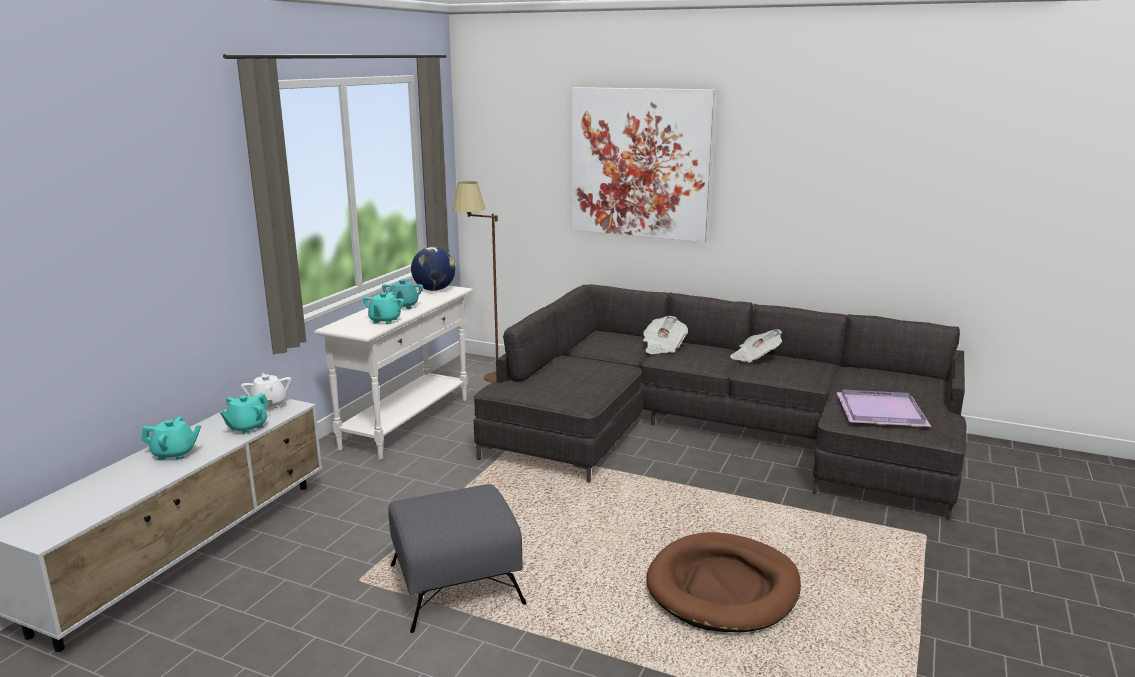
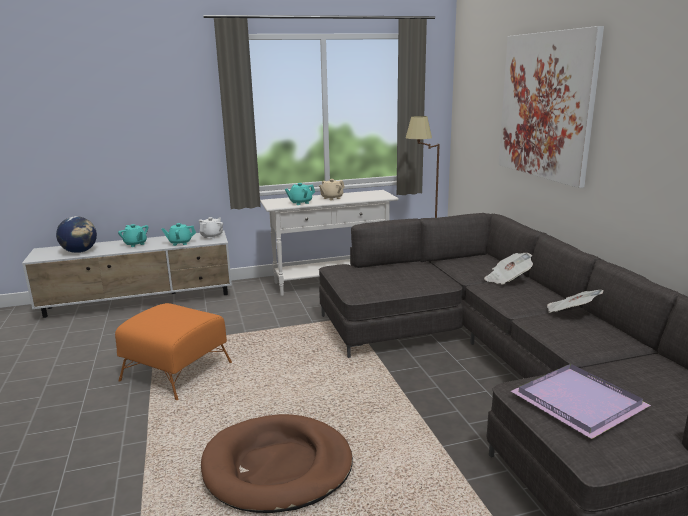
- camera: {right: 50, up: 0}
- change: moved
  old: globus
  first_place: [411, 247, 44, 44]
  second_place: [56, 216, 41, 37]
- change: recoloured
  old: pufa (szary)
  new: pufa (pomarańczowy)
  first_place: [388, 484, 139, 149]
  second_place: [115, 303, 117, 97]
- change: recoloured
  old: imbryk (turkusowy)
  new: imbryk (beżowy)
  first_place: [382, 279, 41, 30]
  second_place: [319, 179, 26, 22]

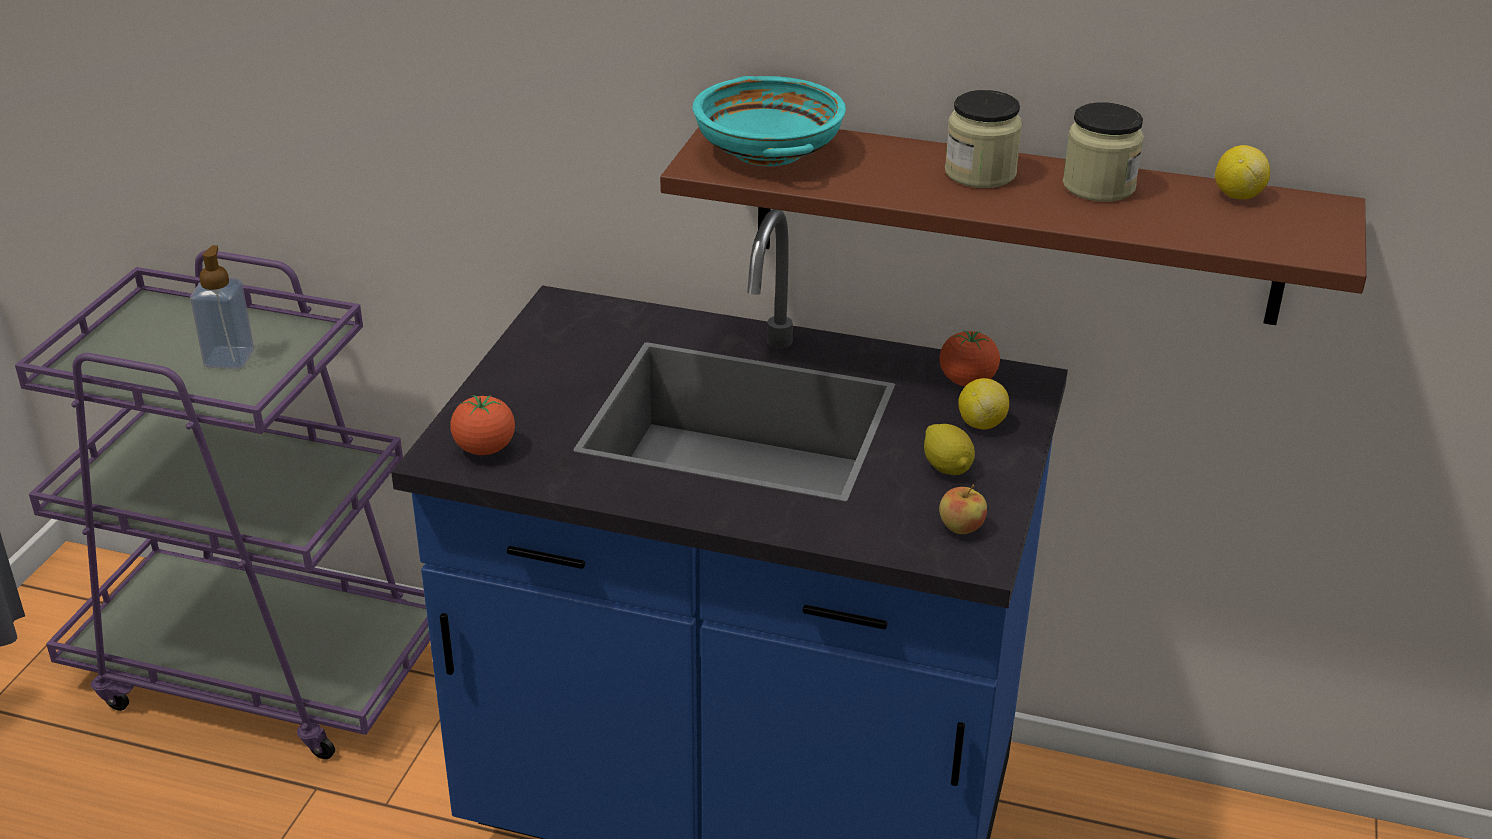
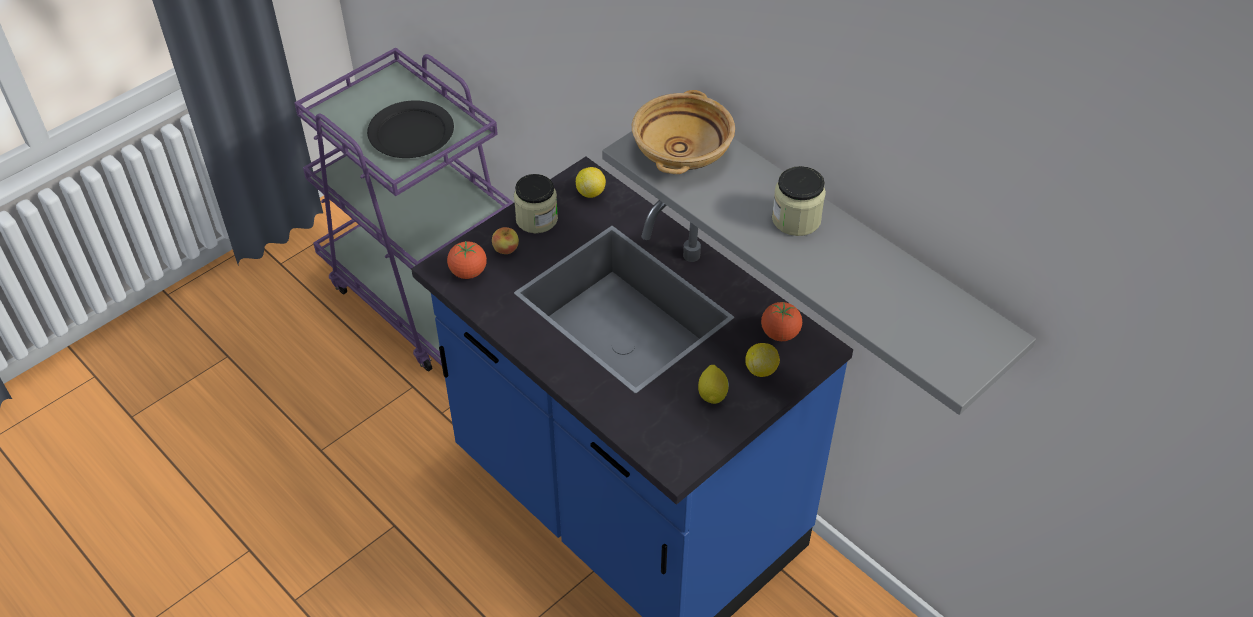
- camera: {right: 30, up: 15}
- change: replaced
  old: dozownik mydła
  new: talerz (czarny)
  first_place: [190, 245, 64, 124]
  second_place: [367, 100, 87, 58]
- change: moved
  old: jabłko
  first_place: [939, 484, 48, 50]
  second_place: [492, 227, 27, 27]
- change: moved
  old: słoik
  first_place: [1063, 102, 81, 100]
  second_place: [514, 174, 44, 59]
- change: moved
  old: cytryna
  first_place: [1215, 145, 55, 54]
  second_place: [576, 167, 30, 31]
- change: recoloured
  old: półka (brązowy)
  new: półka (szary)
  first_place: [660, 127, 707, 198]
  second_place: [602, 131, 434, 284]
- change: recoloured
  old: miska (turkusowy)
  new: miska (beżowy)
  first_place: [693, 76, 153, 90]
  second_place: [632, 90, 103, 84]

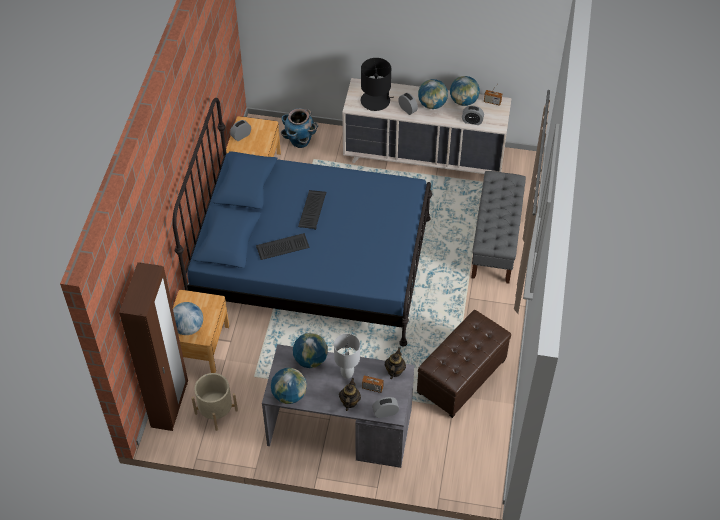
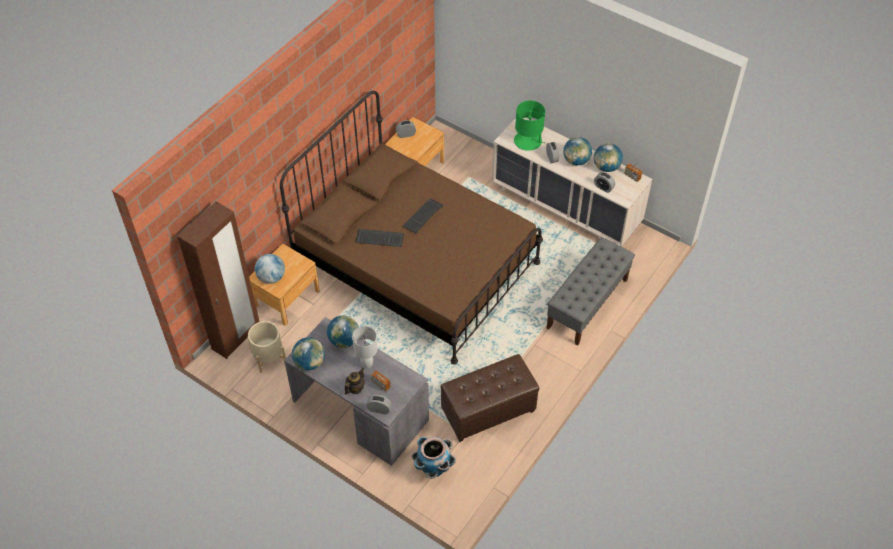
- camera: {right: 25, up: 0}
- change: recoloured
  old: łóżko (niebieski)
  new: łóżko (brązowy)
  first_place: [172, 98, 260, 249]
  second_place: [280, 91, 263, 274]
- change: moved
  old: donica
  first_place: [281, 108, 37, 40]
  second_place: [411, 437, 45, 42]
- change: recoloured
  old: lampa stołowa (czarny)
  new: lampa stołowa (zielony)
  first_place: [361, 58, 33, 53]
  second_place: [514, 101, 31, 50]
- change: removed
  old: imbryk
  first_place: [385, 347, 21, 32]

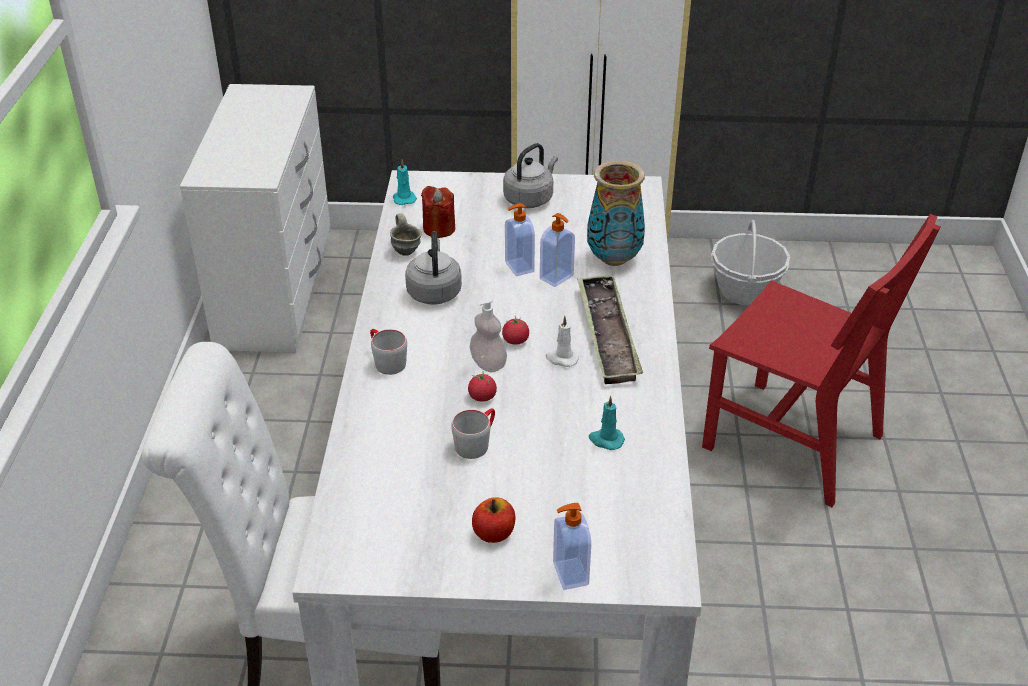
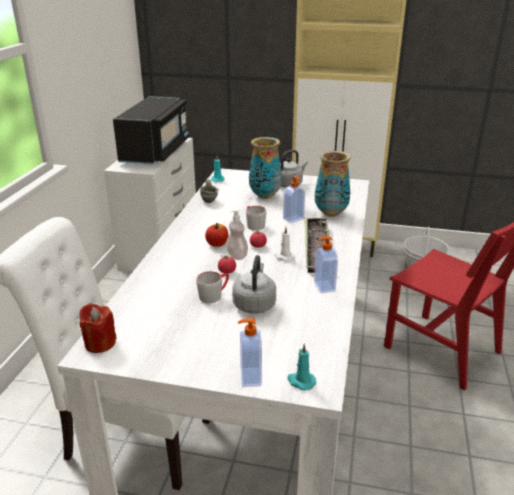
- camera: {right: 10, up: -10}
- change: moved
  old: świeca (czerwony)
  first_place: [421, 186, 34, 52]
  second_place: [80, 303, 37, 50]
- change: added
  new: mikrofalówka (czarny)
  second_place: [113, 96, 76, 69]
- change: moved
  old: jabłko
  first_place: [472, 497, 43, 46]
  second_place: [205, 223, 23, 24]
- change: moved
  old: czajnik (szary)
  first_place: [405, 231, 57, 74]
  second_place: [232, 255, 44, 59]
- change: moved
  old: kubek (szary)
  first_place: [370, 329, 37, 46]
  second_place: [246, 206, 20, 24]
- change: added
  new: wazon
  second_place: [249, 137, 33, 62]
- change: moved
  old: świeca (turkusowy)
  first_place: [589, 396, 36, 54]
  second_place: [287, 344, 29, 46]
- change: moved
  old: dozownik mydła
  first_place: [505, 203, 30, 73]
  second_place: [314, 236, 24, 57]

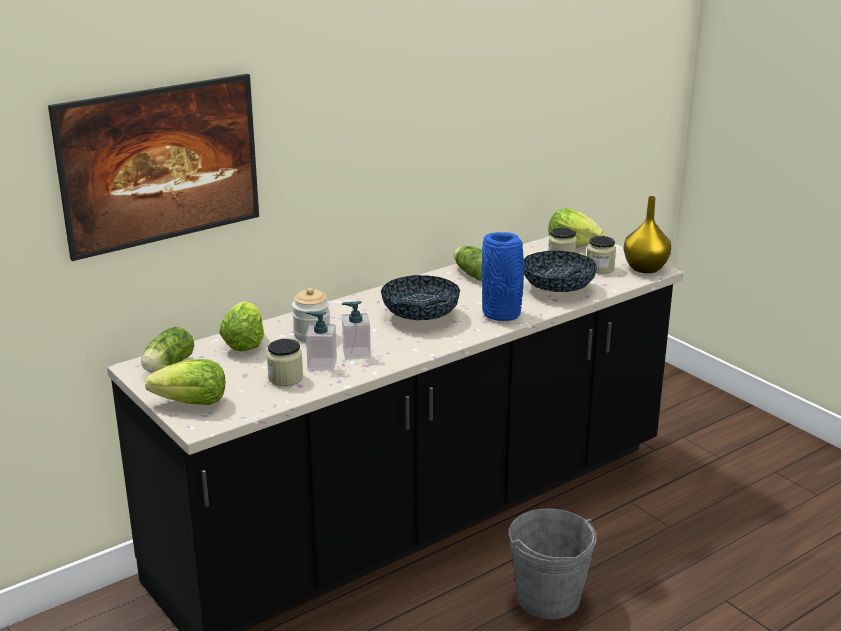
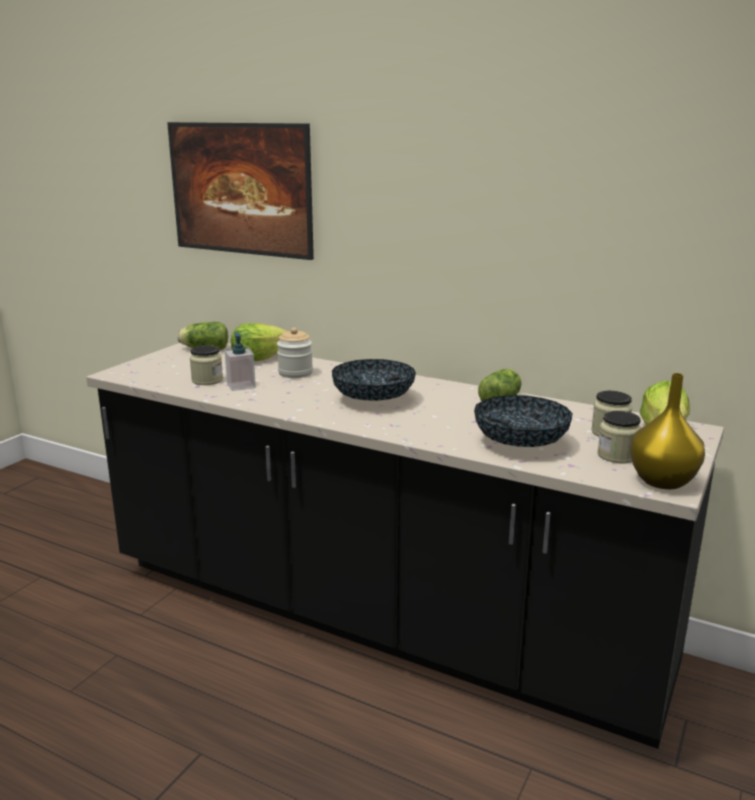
- camera: {right: 65, up: -5}
- change: removed
  old: sałata
  first_place: [145, 359, 80, 46]
- change: removed
  old: dozownik mydła
  first_place: [342, 301, 29, 59]
- change: removed
  old: wazon (niebieski)
  first_place: [482, 232, 42, 89]
- change: removed
  old: wiadro (szary)
  first_place: [509, 509, 88, 110]

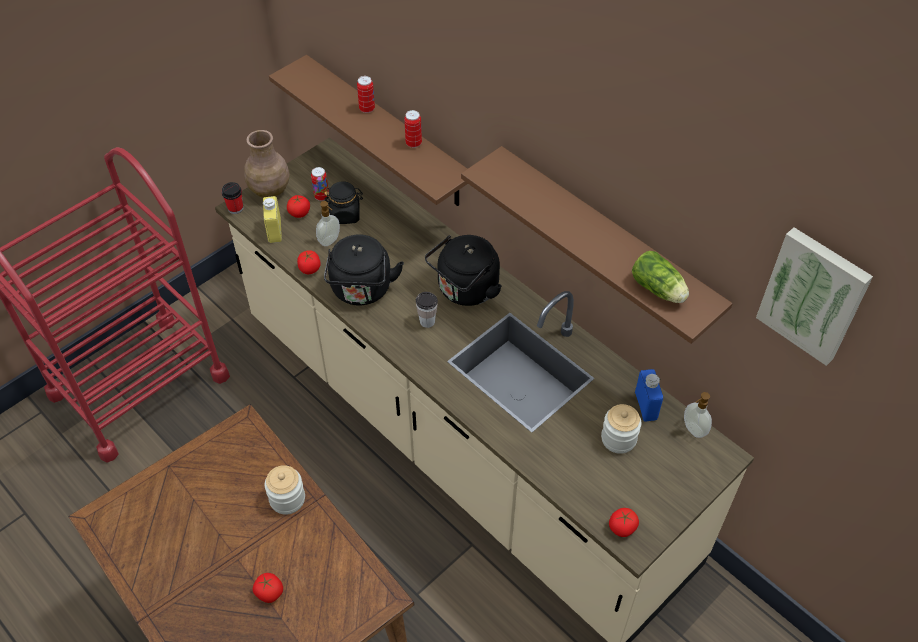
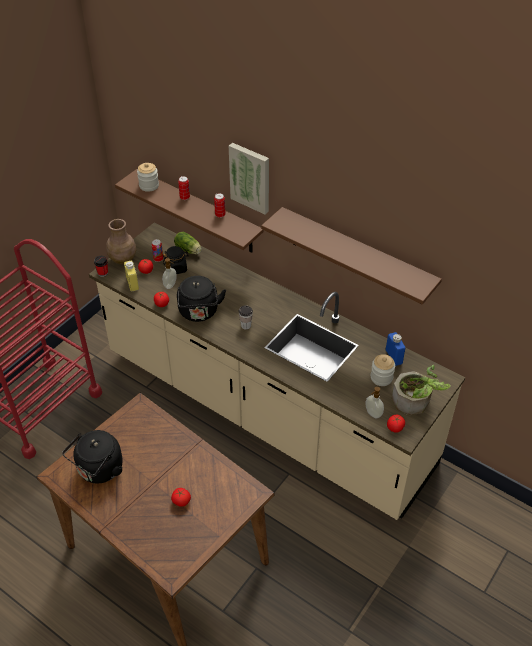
- camera: {right: -10, up: -5}
- change: moved
  old: czajnik (czarny)
  first_place: [425, 235, 77, 71]
  second_place: [62, 430, 61, 53]
- change: moved
  old: słoik
  first_place: [265, 465, 40, 50]
  second_place: [137, 163, 22, 29]
- change: moved
  old: sałata
  first_place: [632, 251, 57, 52]
  second_place: [174, 232, 28, 22]
- change: moved
  old: obraz
  first_place: [756, 227, 117, 139]
  second_place: [229, 143, 40, 71]
- change: moved
  old: dozownik mydła
  first_place: [684, 392, 28, 46]
  second_place: [365, 387, 19, 31]
- change: added
  new: roślina doniczkowa
  second_place: [392, 365, 59, 50]

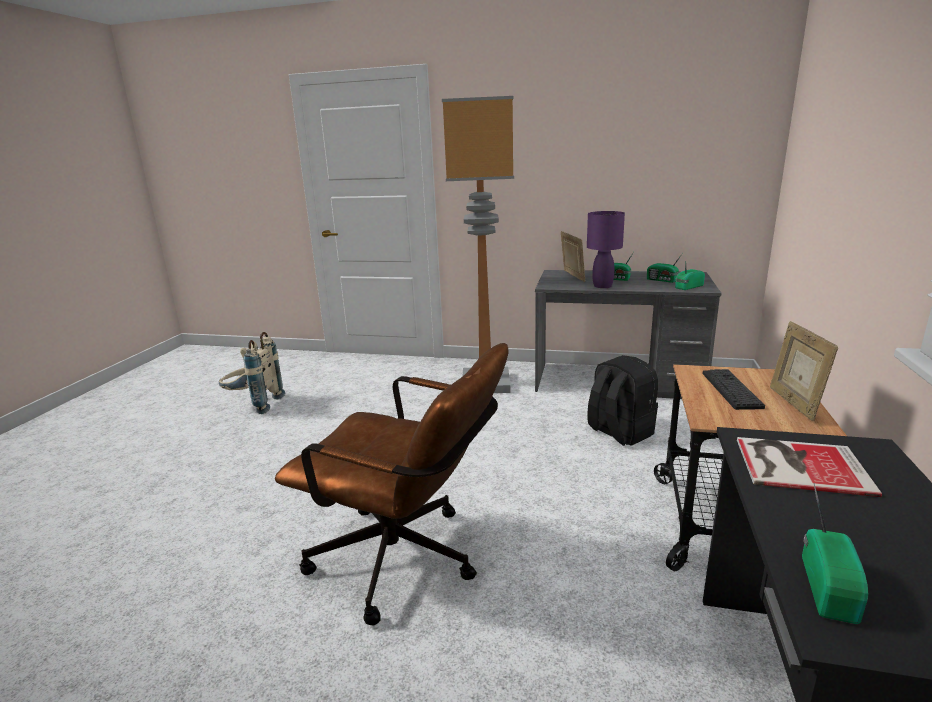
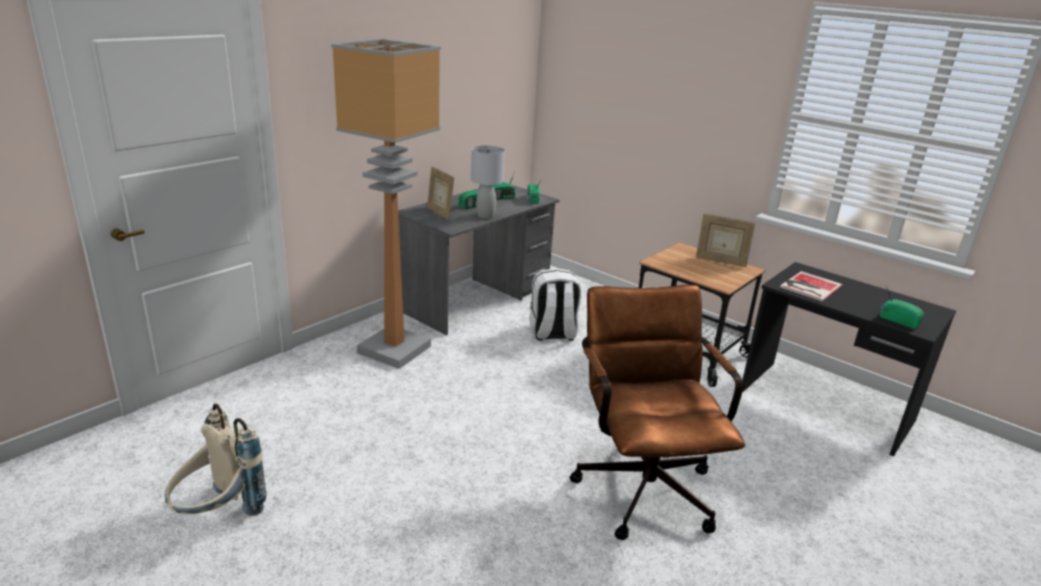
- camera: {right: -65, up: 5}
- change: turned
  old: ramka na zdjęcie
  first_place: [561, 231, 24, 51]
  second_place: [427, 166, 27, 54]
  degrees: -135
- change: recoloured
  old: lampa stołowa (fioletowy)
  new: lampa stołowa (szary)
  first_place: [587, 211, 38, 77]
  second_place: [471, 145, 34, 74]
- change: recoloured
  old: plecak (czarny)
  new: plecak (biały)
  first_place: [587, 355, 71, 91]
  second_place: [529, 268, 52, 73]
- change: turned
  old: krzesło biurowe (brązowy)
  first_place: [275, 343, 233, 282]
  second_place: [569, 285, 176, 255]
  degrees: -60
- change: removed
  old: klawiatura
  first_place: [703, 369, 62, 41]

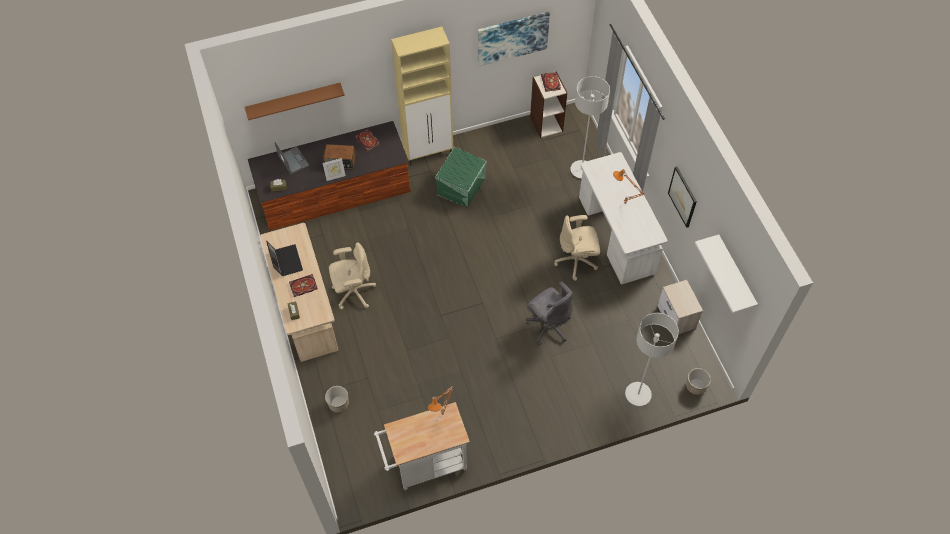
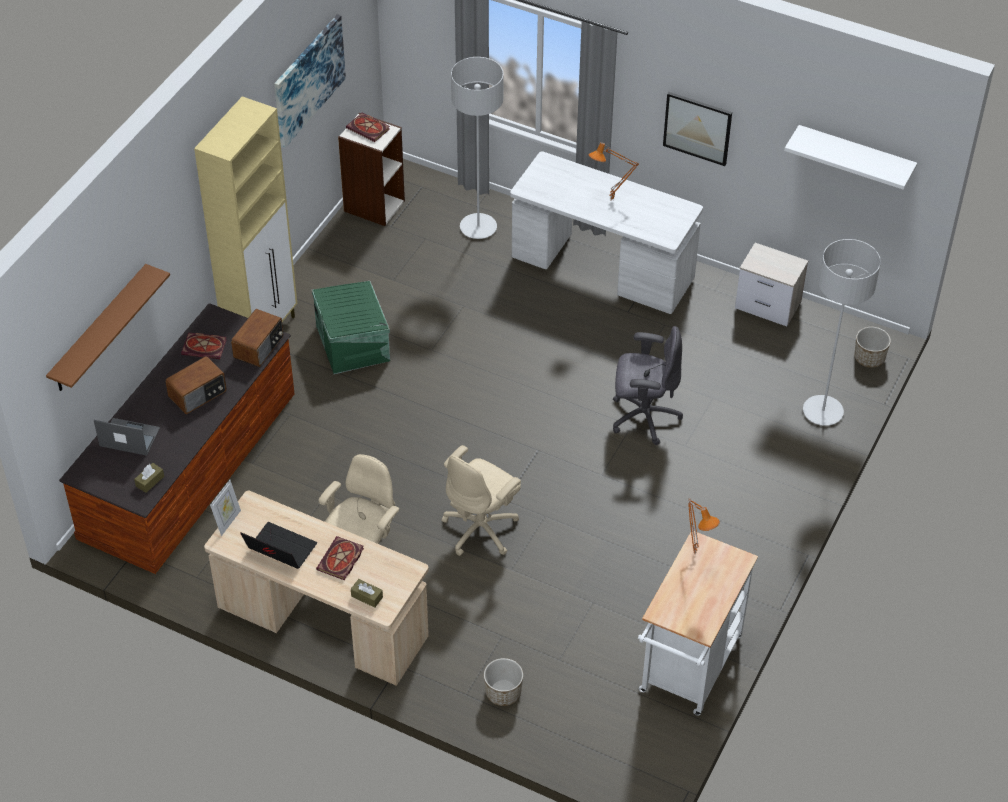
- camera: {right: -45, up: -10}
- change: moved
  old: ramka na zdjęcie
  first_place: [323, 158, 23, 23]
  second_place: [210, 480, 31, 56]
- change: added
  new: radio
  second_place: [231, 309, 52, 58]
- change: moved
  old: krzesło biurowe (beżowy)
  first_place: [554, 215, 46, 66]
  second_place: [442, 445, 79, 111]

